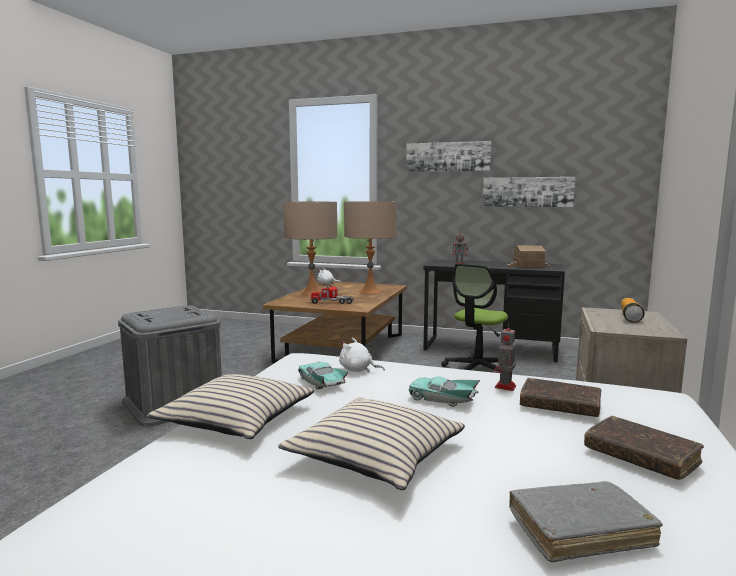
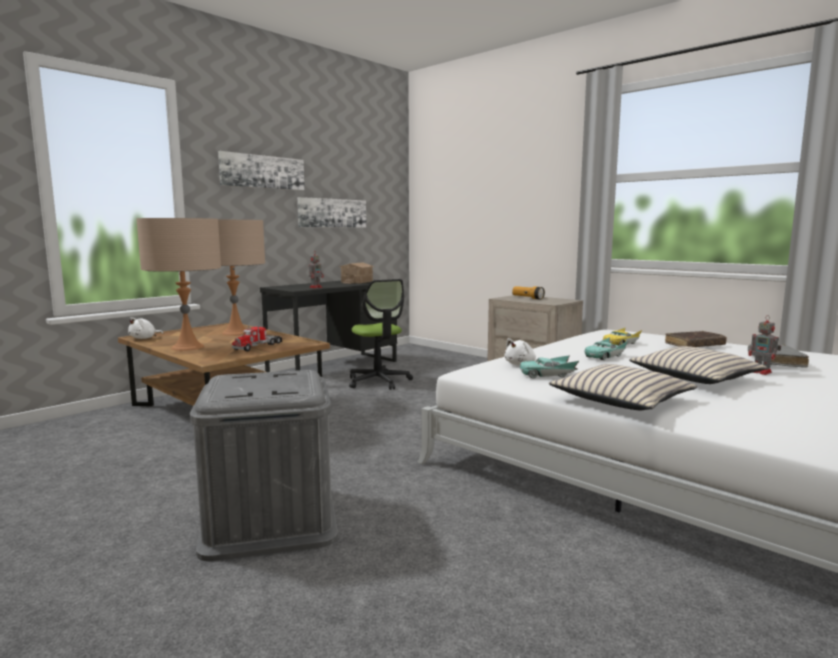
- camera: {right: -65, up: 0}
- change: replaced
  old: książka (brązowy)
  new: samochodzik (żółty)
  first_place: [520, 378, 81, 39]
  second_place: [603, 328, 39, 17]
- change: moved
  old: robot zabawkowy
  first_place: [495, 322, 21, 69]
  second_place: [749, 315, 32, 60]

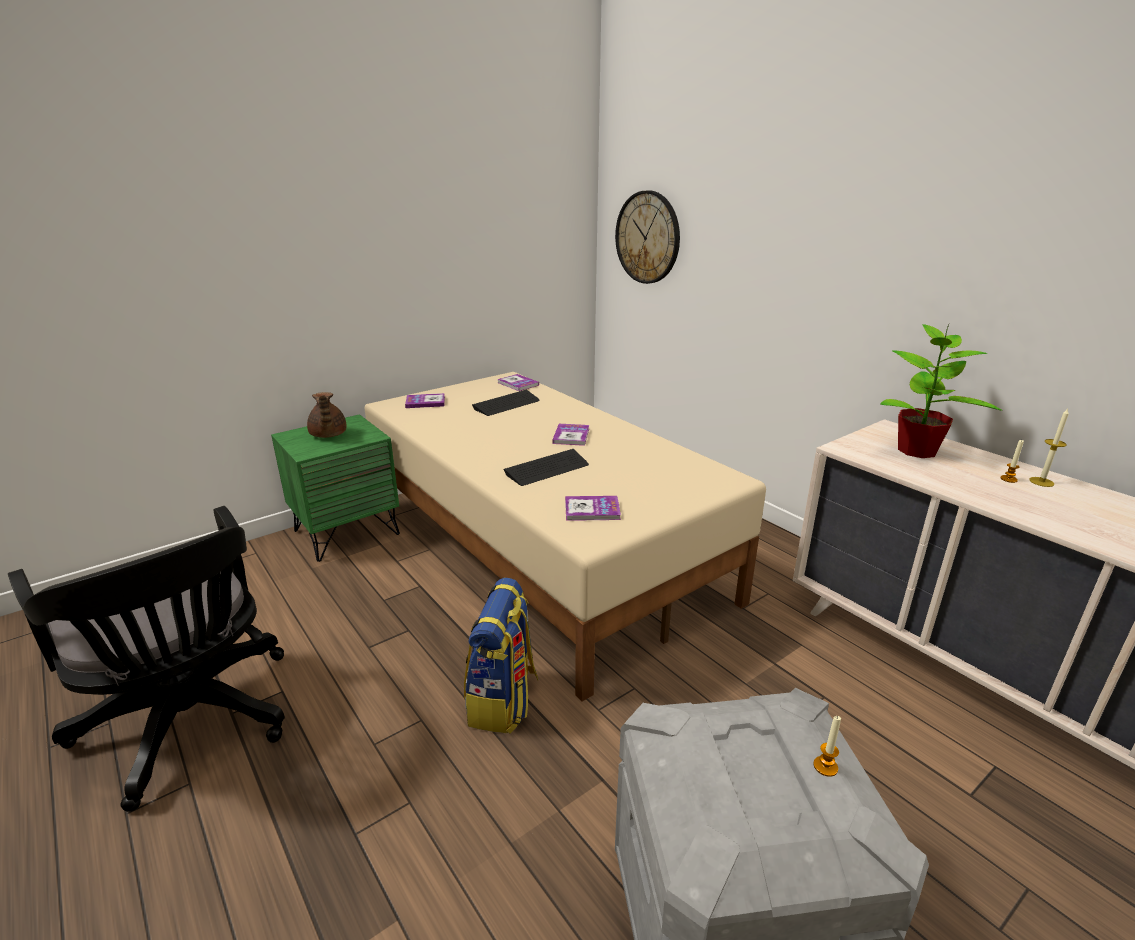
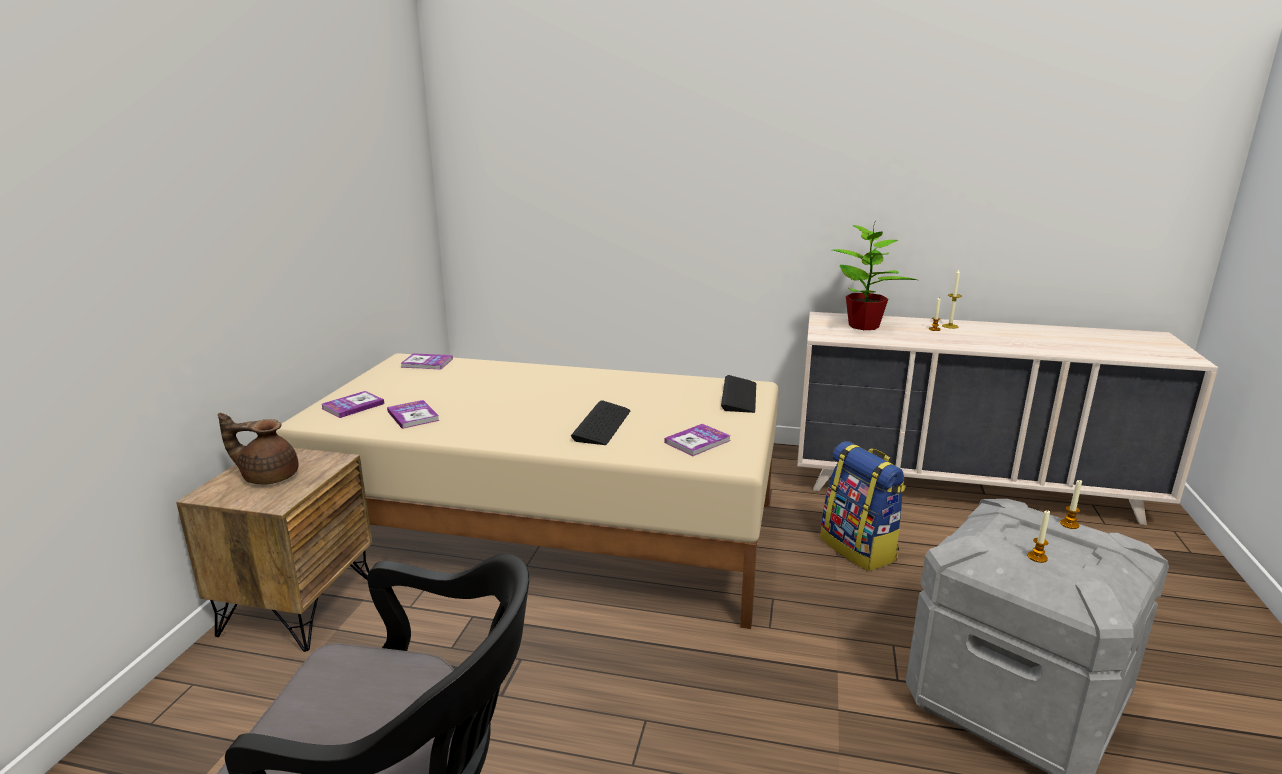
- camera: {right: -40, up: -5}
- change: recoloured
  old: szafka nocna (zielony)
  new: szafka nocna (brązowy)
  first_place: [271, 414, 129, 148]
  second_place: [176, 448, 196, 204]
- change: turned
  old: imbryk (brązowy)
  first_place: [307, 392, 40, 46]
  second_place: [218, 413, 81, 72]
  degrees: 150
- change: moved
  old: książka
  first_place: [552, 424, 37, 22]
  second_place: [387, 400, 53, 29]
- change: moved
  old: klawiatura
  first_place: [472, 390, 68, 26]
  second_place: [721, 375, 35, 38]
- change: moved
  old: plecak
  first_place: [464, 578, 74, 156]
  second_place: [820, 441, 86, 130]
- change: added
  new: świeca
  second_place: [1027, 510, 23, 53]
- change: removed
  old: zegar ścienny
  first_place: [615, 190, 65, 94]

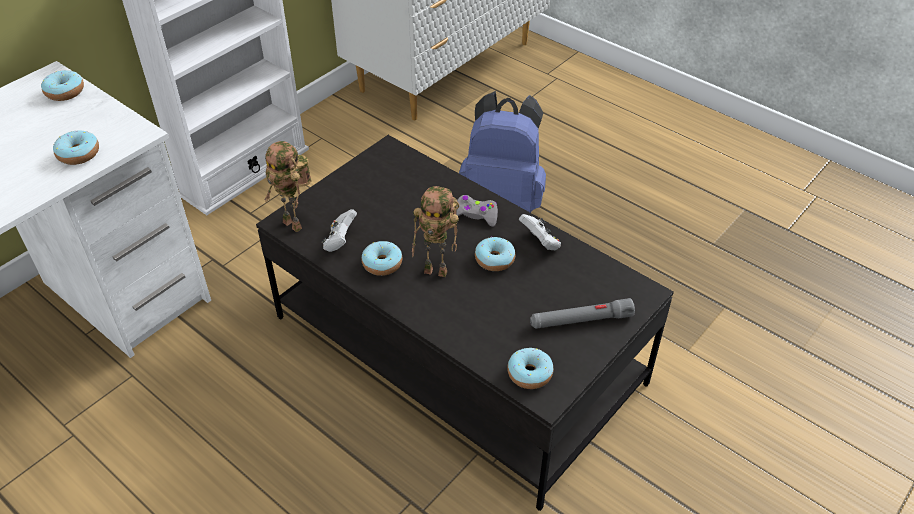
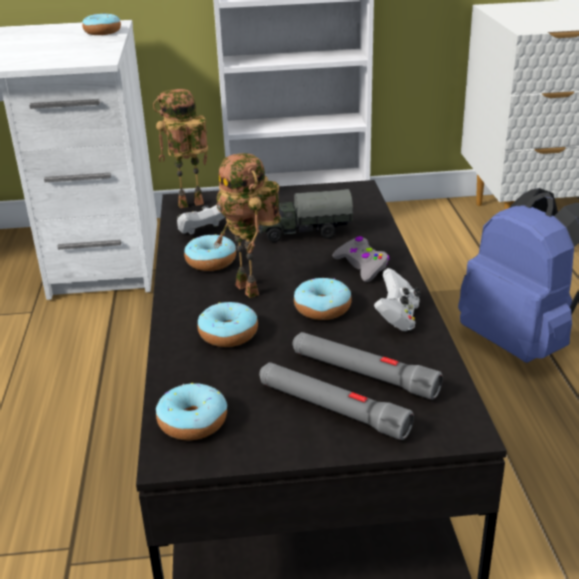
- camera: {right: 45, up: -15}
- change: turned
  old: robot zabawkowy
  first_place: [264, 141, 47, 91]
  second_place: [153, 89, 56, 119]
  degrees: 75
- change: moved
  old: donut
  first_place: [53, 130, 46, 35]
  second_place: [198, 302, 60, 45]
- change: added
  new: ciężarówka zabawkowa
  second_place: [258, 189, 96, 53]
- change: added
  new: latarka (szary)
  second_place: [293, 332, 150, 68]

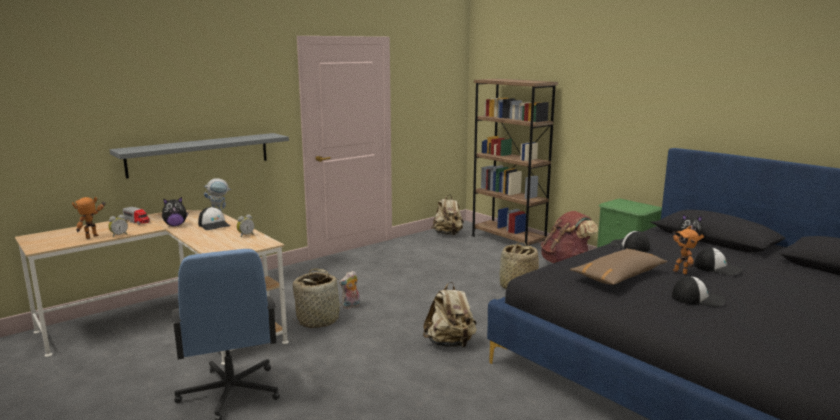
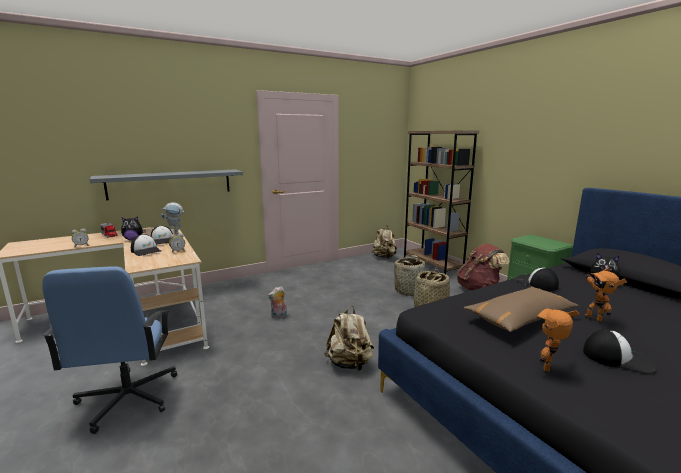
- camera: {right: 10, up: 0}
- change: moved
  old: czapka z daszkiem
  first_place: [694, 247, 48, 29]
  second_place: [131, 234, 30, 22]
- change: moved
  old: koszyk
  first_place: [293, 268, 53, 60]
  second_place: [394, 254, 31, 42]
- change: moved
  old: robot zabawkowy
  first_place: [72, 197, 34, 42]
  second_place: [538, 308, 41, 64]

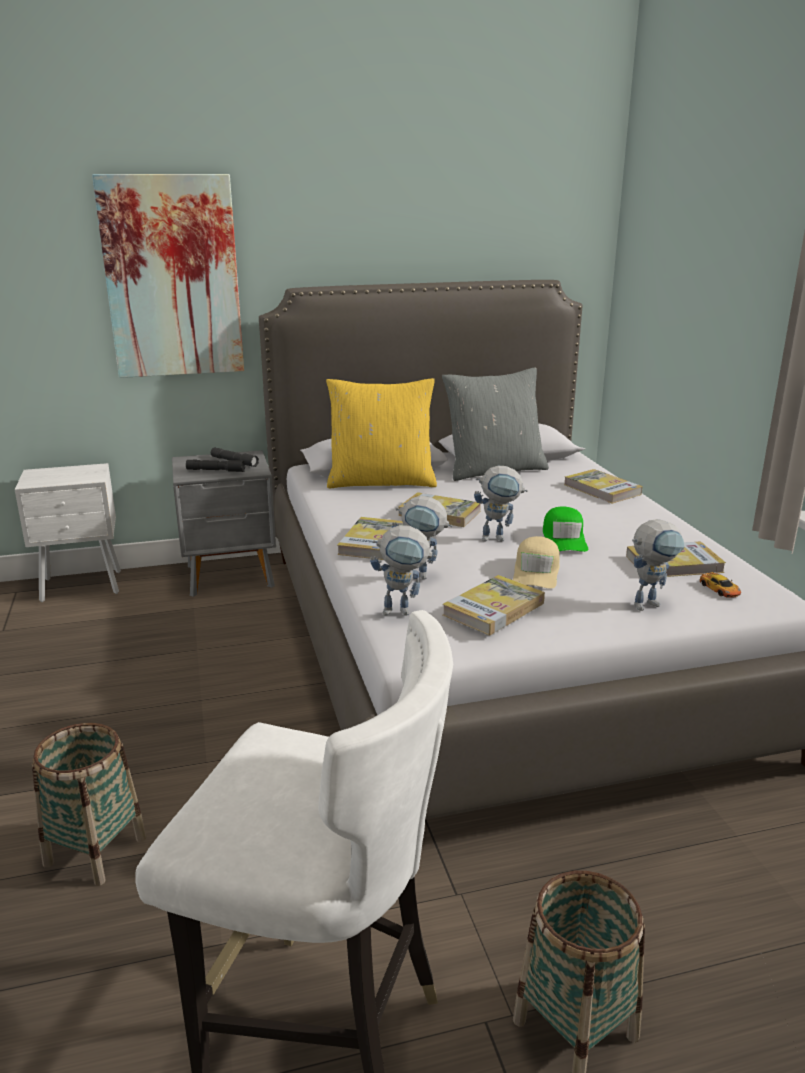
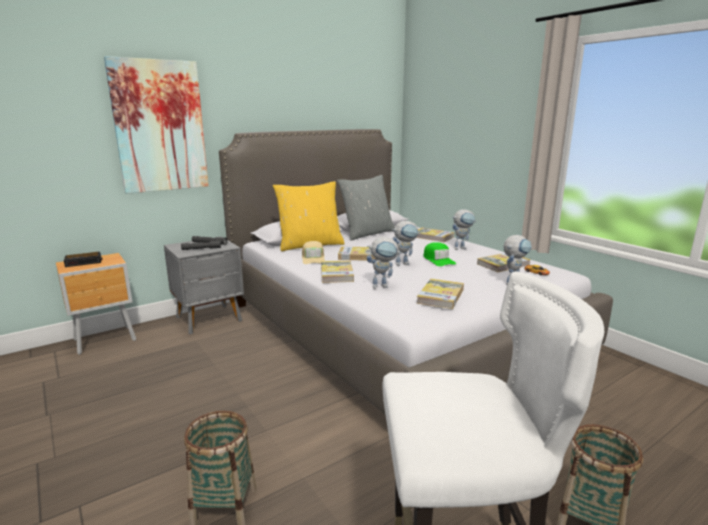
- camera: {right: -20, up: -5}
- change: recoloured
  old: szafka nocna (biały)
  new: szafka nocna (brązowy)
  first_place: [15, 463, 106, 139]
  second_place: [56, 253, 80, 102]
- change: added
  new: budzik
  second_place: [64, 252, 39, 15]
- change: moved
  old: czapka z daszkiem (beżowy)
  first_place: [513, 536, 47, 53]
  second_place: [302, 241, 23, 23]
- change: moved
  old: robot zabawkowy
  first_place: [370, 525, 66, 91]
  second_place: [452, 209, 24, 41]

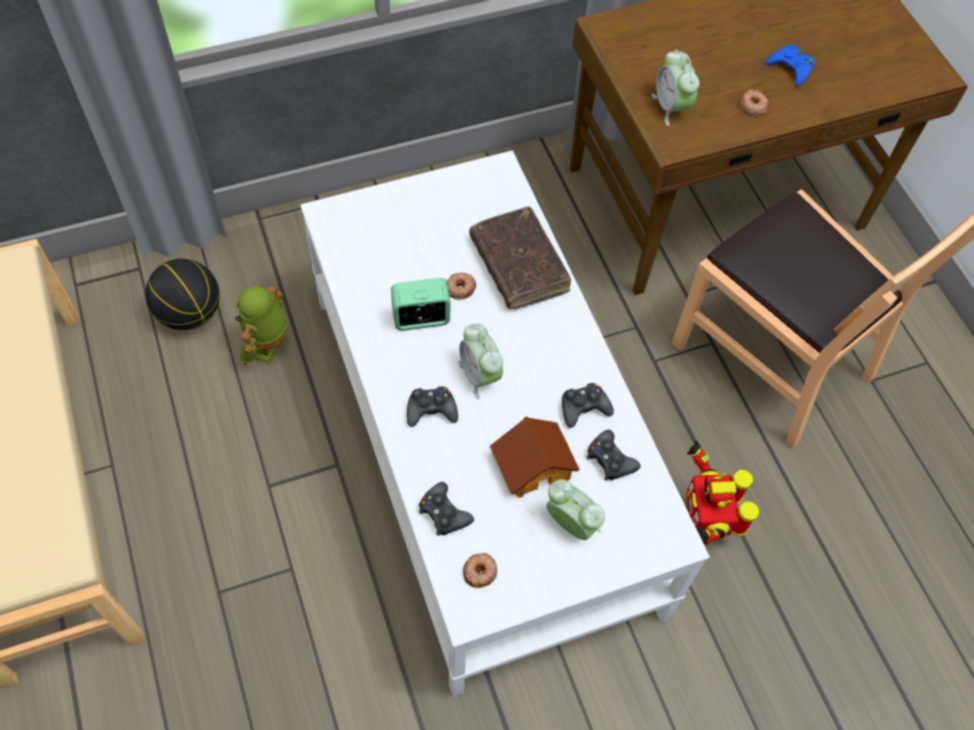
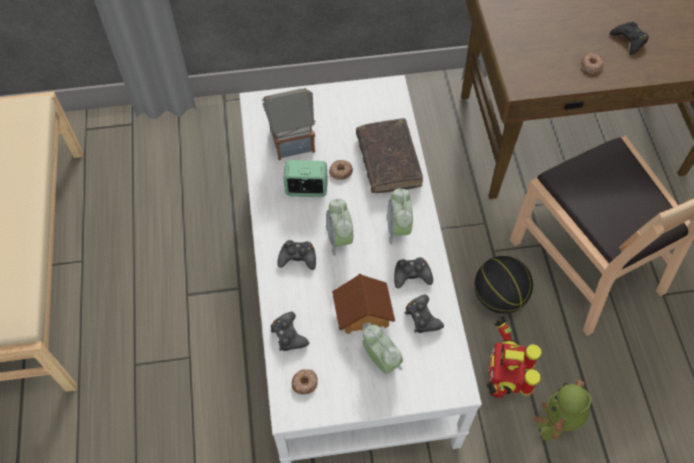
- camera: {right: 15, up: 0}
- change: added
  new: domek
  second_place: [262, 88, 54, 72]
- change: moved
  old: budzik
  first_place: [652, 50, 47, 76]
  second_place: [386, 188, 27, 57]
- change: moved
  old: piłka do koszykówki
  first_place: [146, 258, 74, 72]
  second_place: [475, 256, 58, 58]
- change: moved
  old: robot zabawkowy
  first_place: [235, 286, 53, 79]
  second_place: [533, 379, 58, 62]
- change: recoloured
  old: pad do gier (niebieski)
  new: pad do gier (czarny)
  first_place: [766, 44, 49, 43]
  second_place: [610, 22, 39, 33]

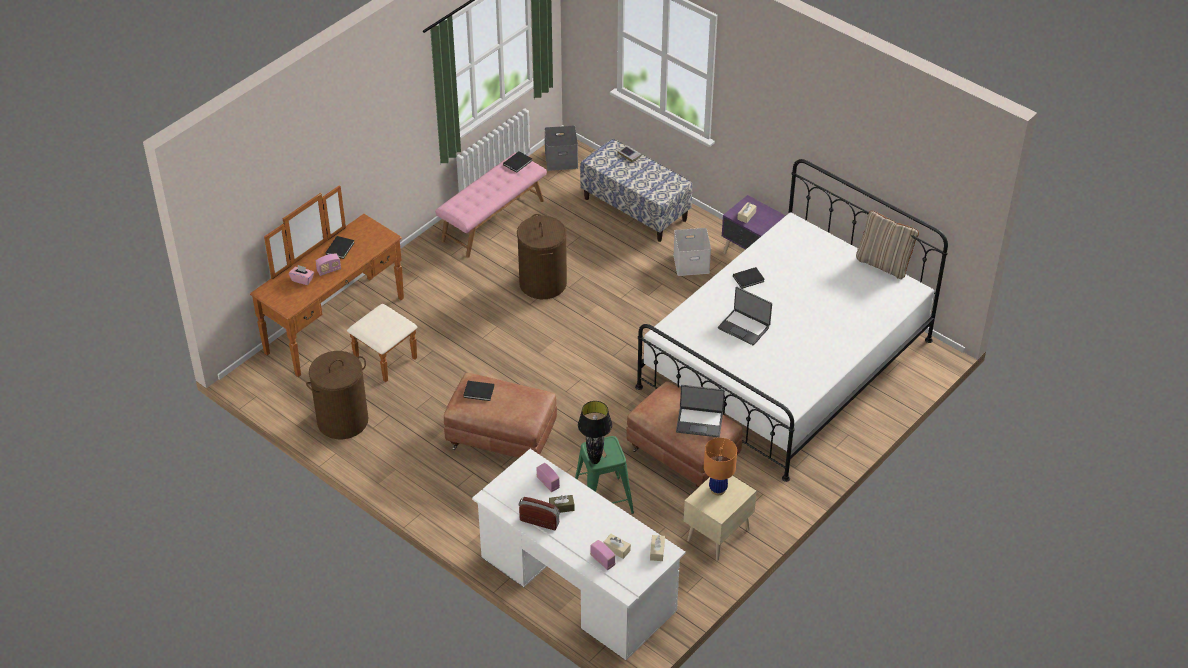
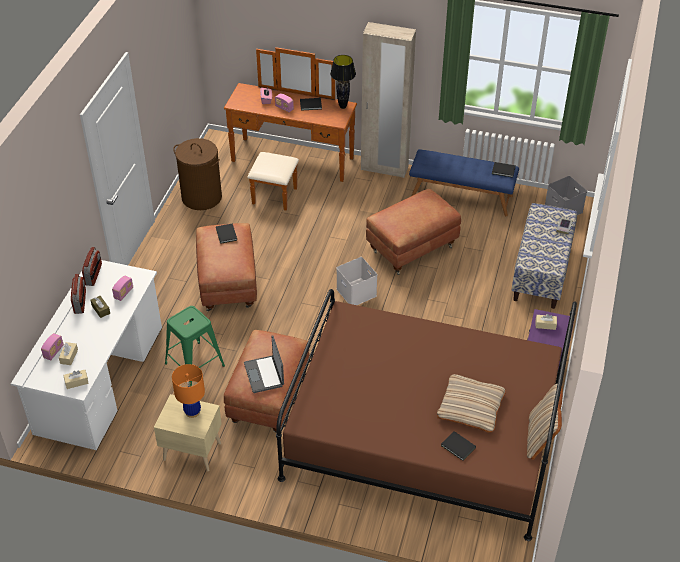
- camera: {right: 65, up: 0}
- change: added
  new: radio
  second_place: [82, 247, 20, 39]
- change: recoloured
  old: łóżko (biały)
  new: łóżko (brązowy)
  first_place: [635, 159, 313, 323]
  second_place: [276, 289, 301, 252]
- change: moved
  old: lampa stołowa (czarny)
  first_place: [578, 401, 34, 63]
  second_place: [330, 55, 26, 54]
- change: moved
  old: pojemnik do przechowywania (biały)
  first_place: [673, 228, 38, 48]
  second_place: [336, 257, 41, 48]
- change: added
  new: szafa (beżowy)
  second_place: [361, 22, 55, 156]
- change: replaced
  old: kosz na pranie (brązowy)
  new: pufa (brązowy)
  first_place: [517, 214, 50, 85]
  second_place: [366, 189, 95, 86]
- change: recoloured
  old: ławka (różowy)
  new: ławka (niebieski)
  first_place: [435, 152, 112, 105]
  second_place: [409, 149, 110, 67]
- change: added
  new: poduszka (beżowy)
  second_place: [437, 374, 69, 59]
- change: moved
  old: książka (czarny)
  first_place: [733, 267, 32, 22]
  second_place: [441, 431, 35, 30]
- change: removed
  old: laptop
  first_place: [718, 287, 54, 58]

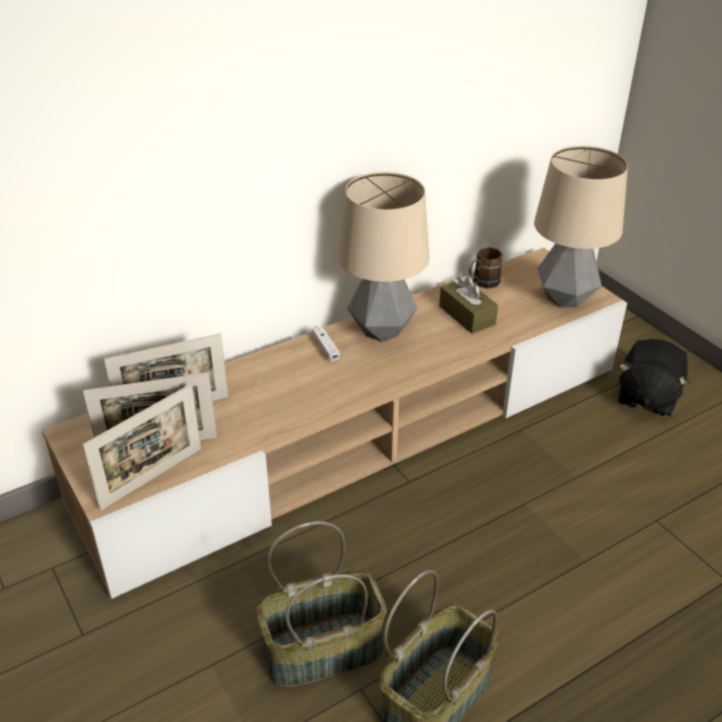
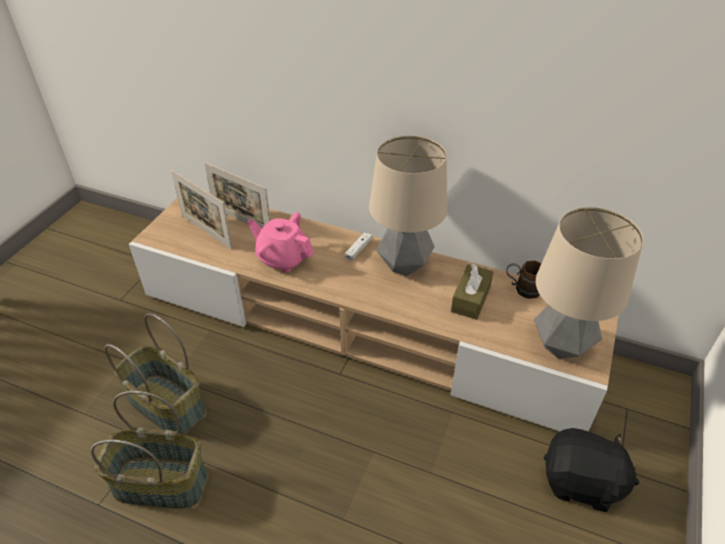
- camera: {right: 55, up: 5}
- change: added
  new: imbryk (różowy)
  second_place: [247, 212, 67, 61]
- change: turned
  old: pluszak (czarny)
  first_place: [619, 339, 70, 77]
  second_place: [544, 428, 95, 84]
  degrees: -150
- change: removed
  old: ramka na zdjęcie
  first_place: [82, 384, 119, 127]

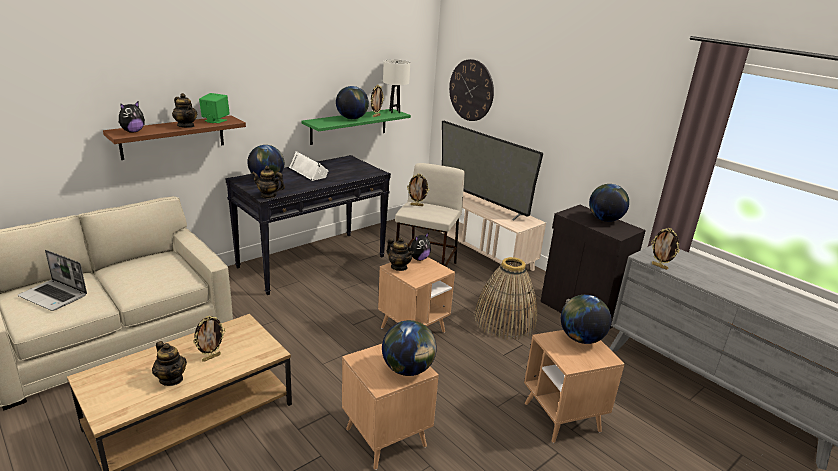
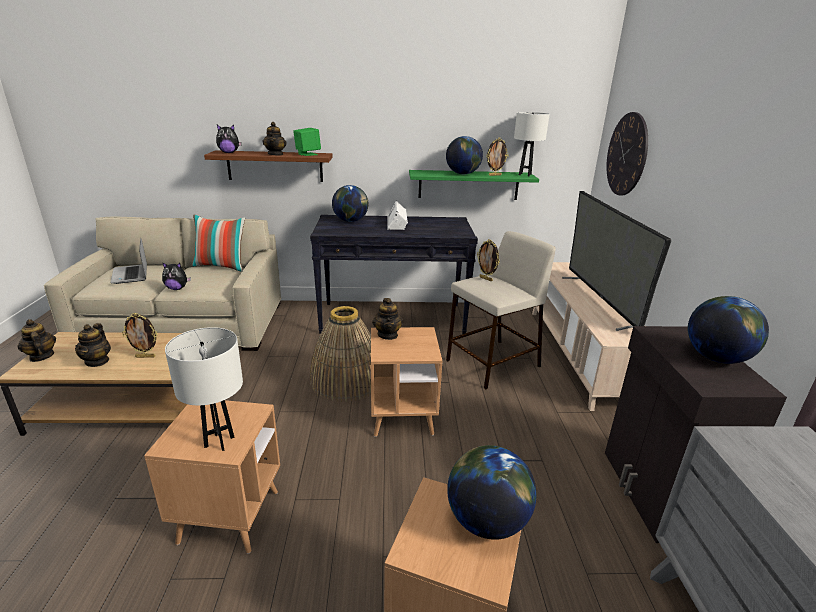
- camera: {right: 40, up: 0}
- change: moved
  old: imbryk
  first_place: [252, 166, 33, 33]
  second_place: [17, 319, 39, 43]
- change: moved
  old: pluszak
  first_place: [408, 232, 23, 29]
  second_place: [162, 262, 29, 28]
- change: replaced
  old: globus
  new: lampa stołowa (biały)
  first_place: [382, 320, 55, 56]
  second_place: [165, 327, 78, 124]
- change: added
  new: poduszka
  second_place: [192, 214, 53, 58]
- change: moved
  old: koszyk
  first_place: [474, 257, 63, 83]
  second_place: [310, 306, 61, 96]
- change: removed
  old: ramka na zdjęcie
  first_place: [651, 228, 29, 42]

